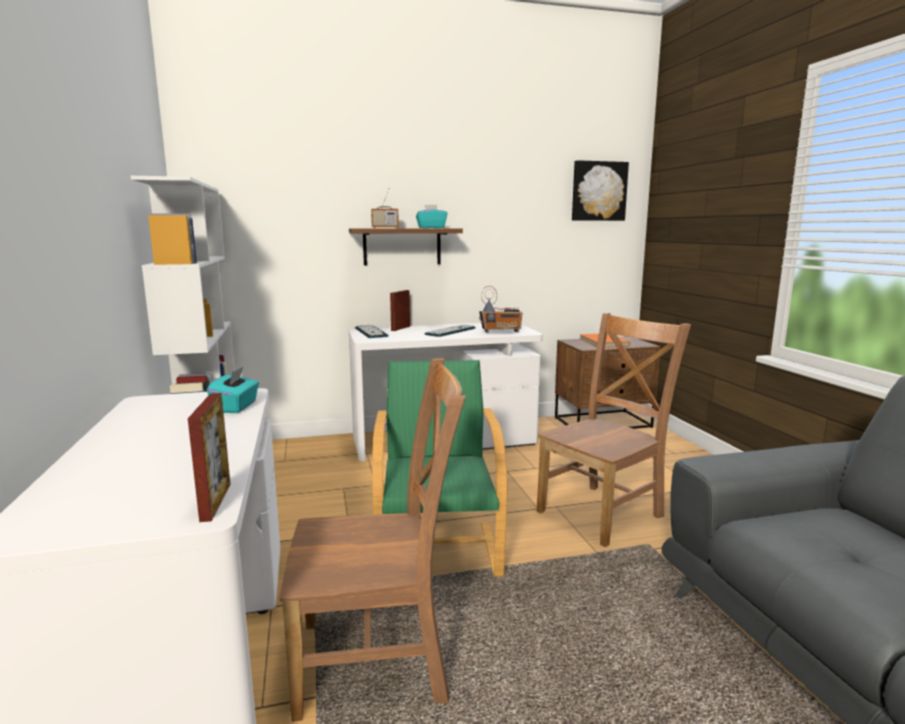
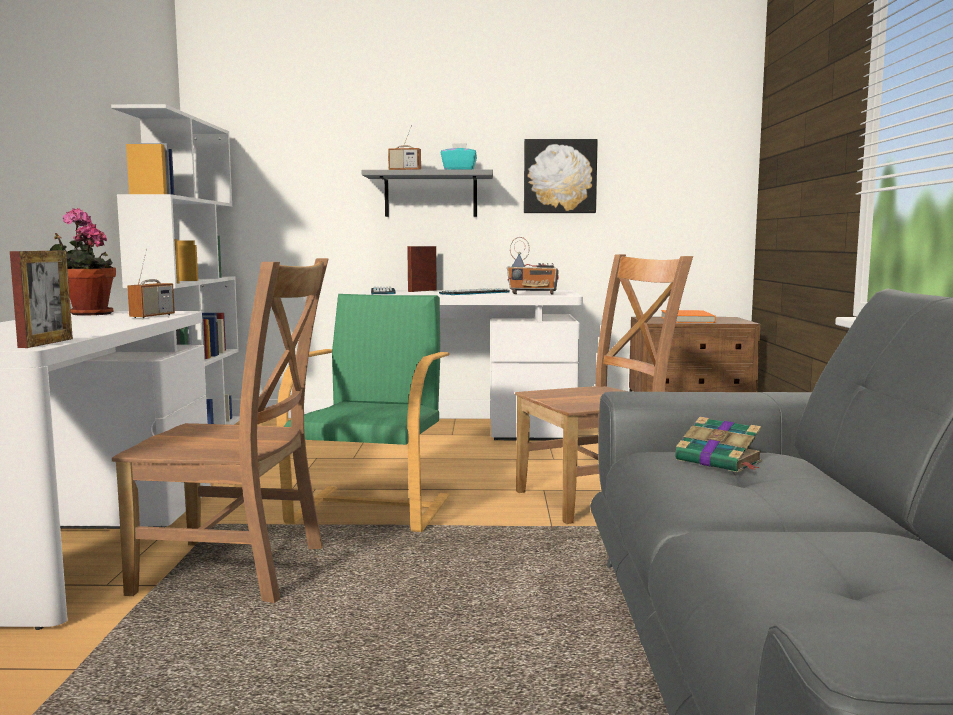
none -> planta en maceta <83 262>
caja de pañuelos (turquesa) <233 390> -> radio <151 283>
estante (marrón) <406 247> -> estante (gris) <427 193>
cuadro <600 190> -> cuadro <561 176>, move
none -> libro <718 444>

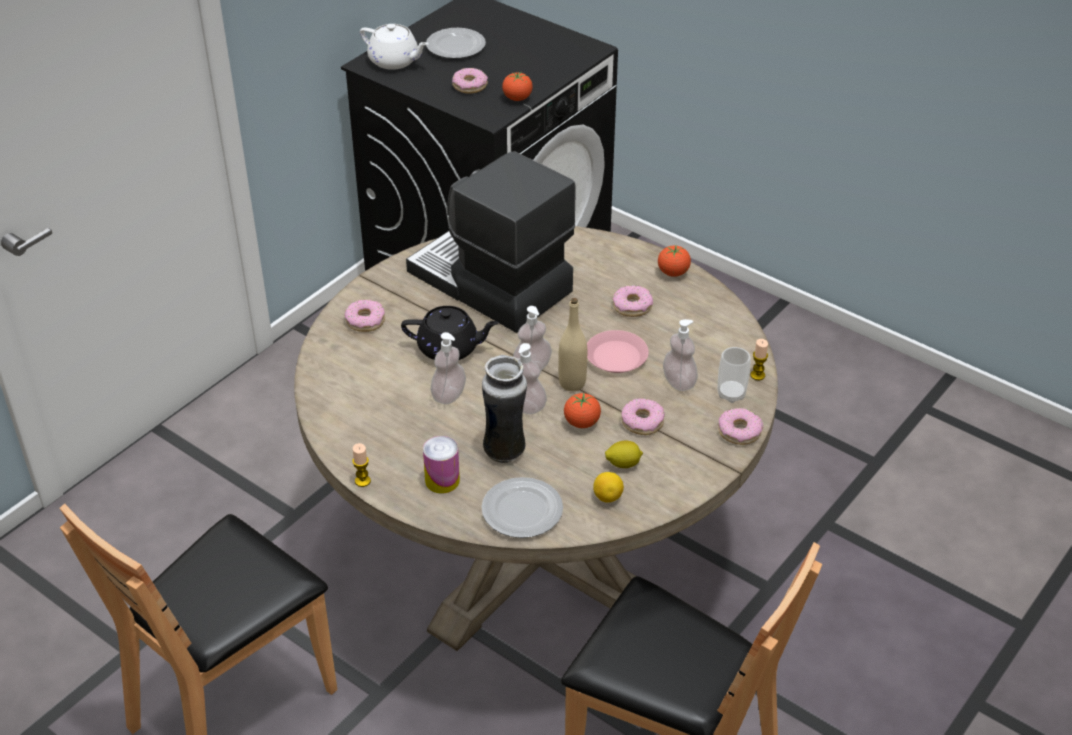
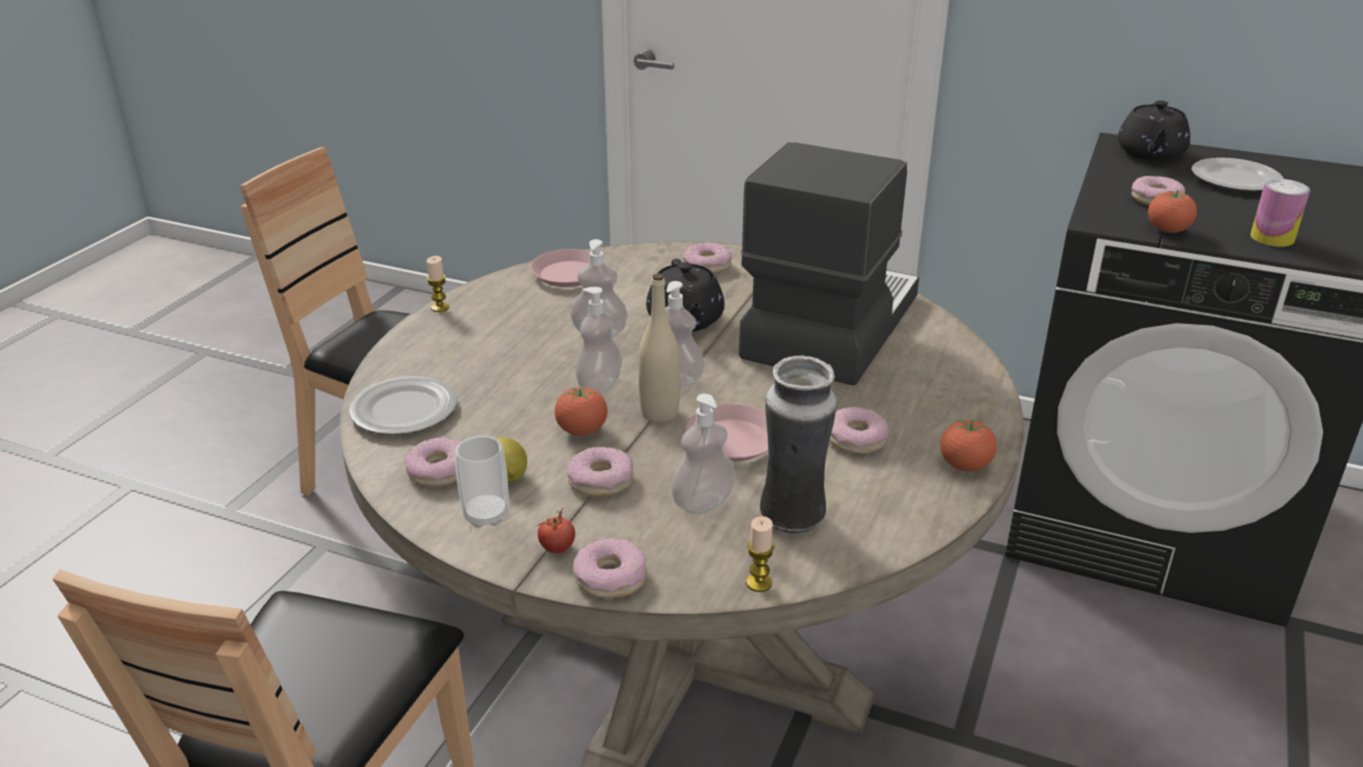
limón <608 487> -> rosquilla <432 462>
taza <734 375> -> taza <482 482>, move
none -> plato (rosa) <568 268>
none -> tomate <556 530>
florero <504 409> -> florero <798 445>, move
tetera (blanco) <394 47> -> tetera (negro) <1154 130>
lata <441 464> -> lata <1280 213>, move

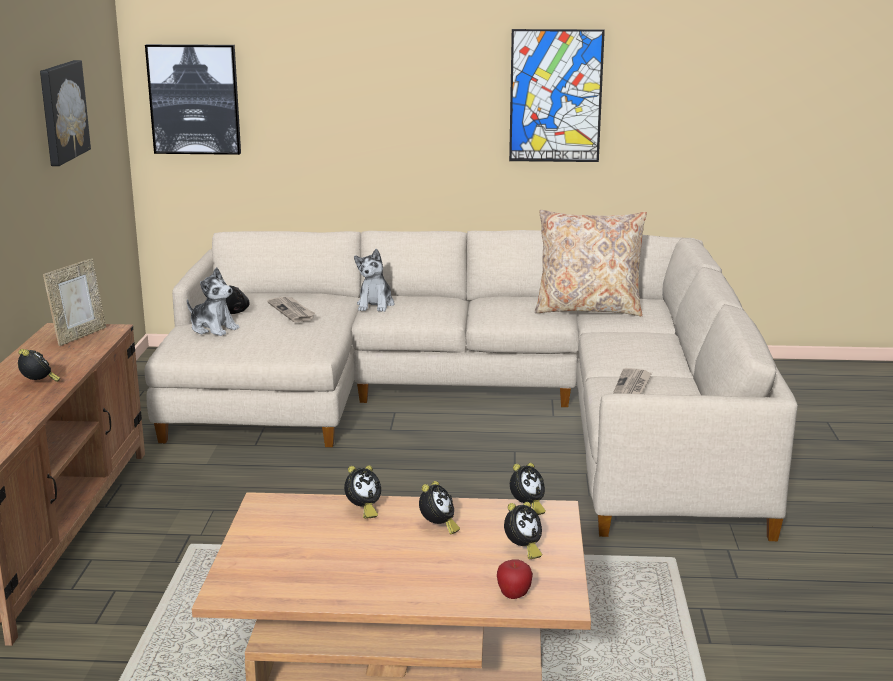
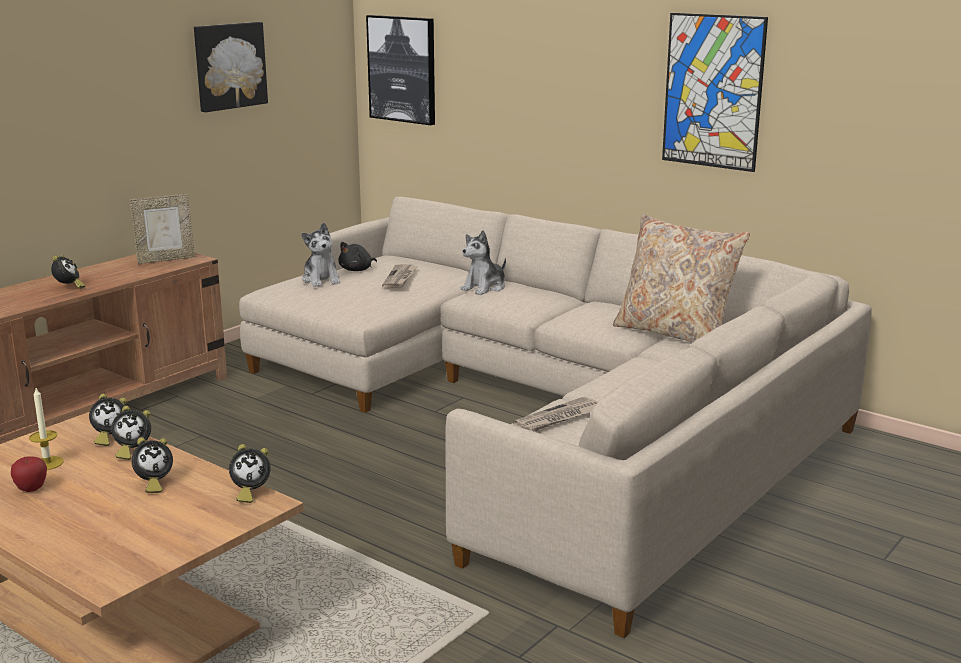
manzana <515 579> -> manzana <29 474>, move
none -> vela <46 429>
despertador <523 530> -> despertador <108 420>, move

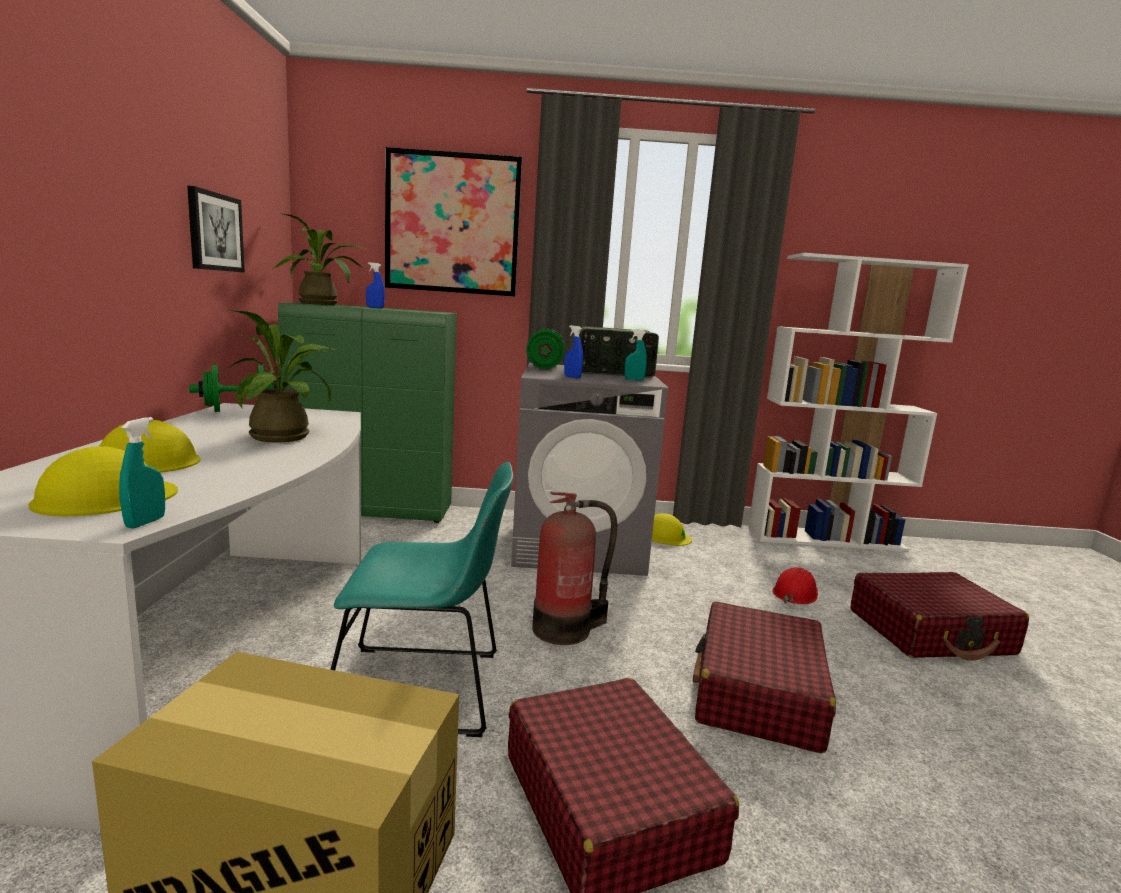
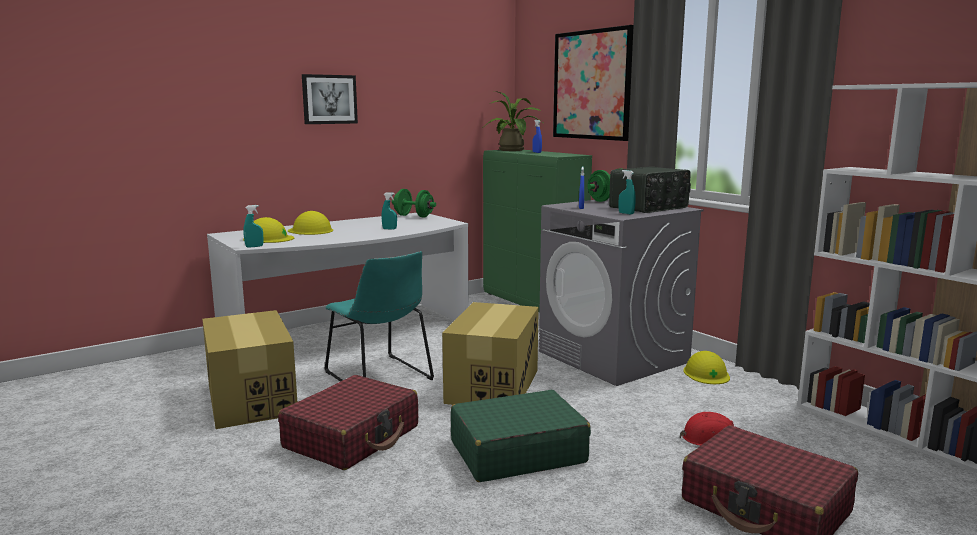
cuadro <216 229> -> cuadro <330 99>, move
planta en maceta <283 376> -> pulverizador (turquesa) <389 211>
extintor <575 568> -> caja de cartón <490 353>
maleta (rojo) <764 677> -> maleta (verde) <521 436>
radio <619 351> -> radio <650 190>, 90 degrees counterclockwise

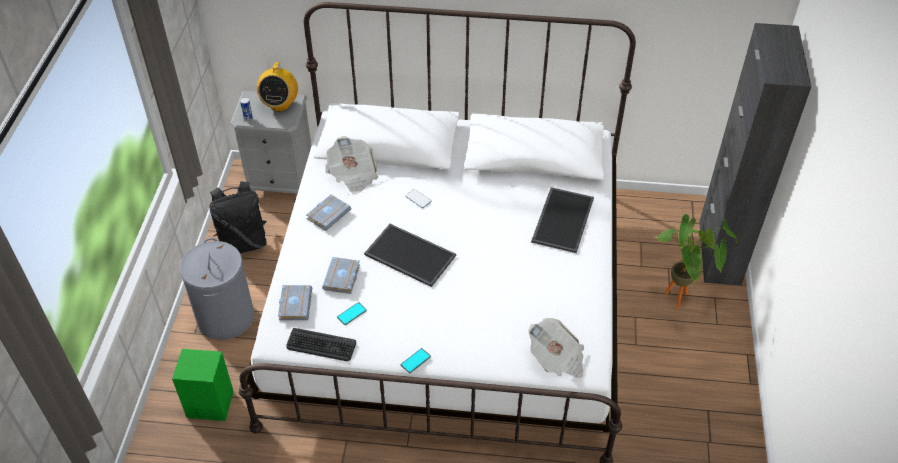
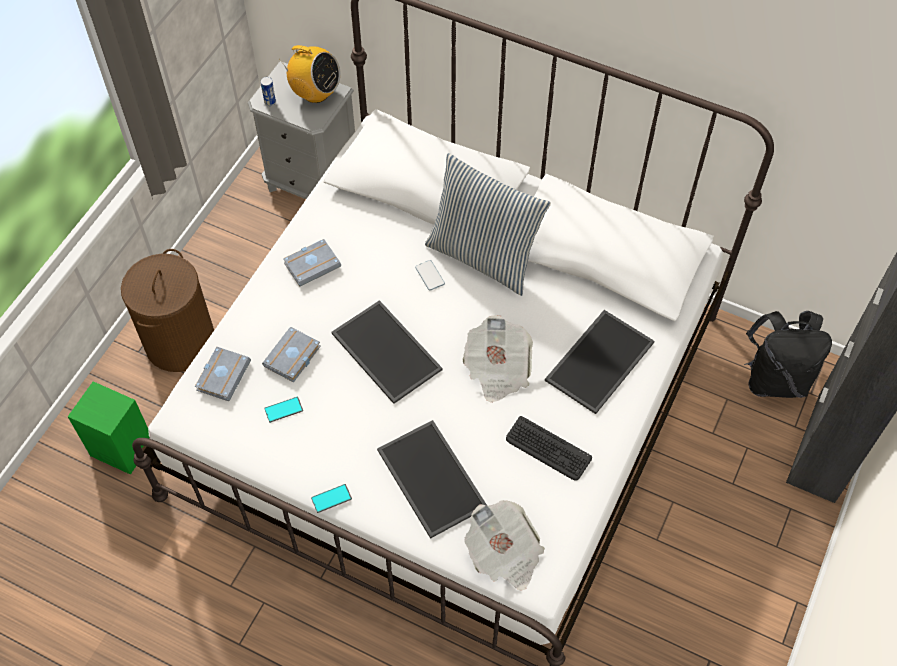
cesto de la ropa (gris) <217 289> -> cesto de la ropa (marrón) <167 310>
radio <277 87> -> radio <310 74>, 90 degrees counterclockwise
none -> bandeja <432 479>
none -> cojín <488 224>
periódico <352 165> -> periódico <497 359>, move
teclado <321 344> -> teclado <549 448>, move
mochila (negro) <237 217> -> mochila (negro) <788 354>, move
planta en maceta <696 261> -> none

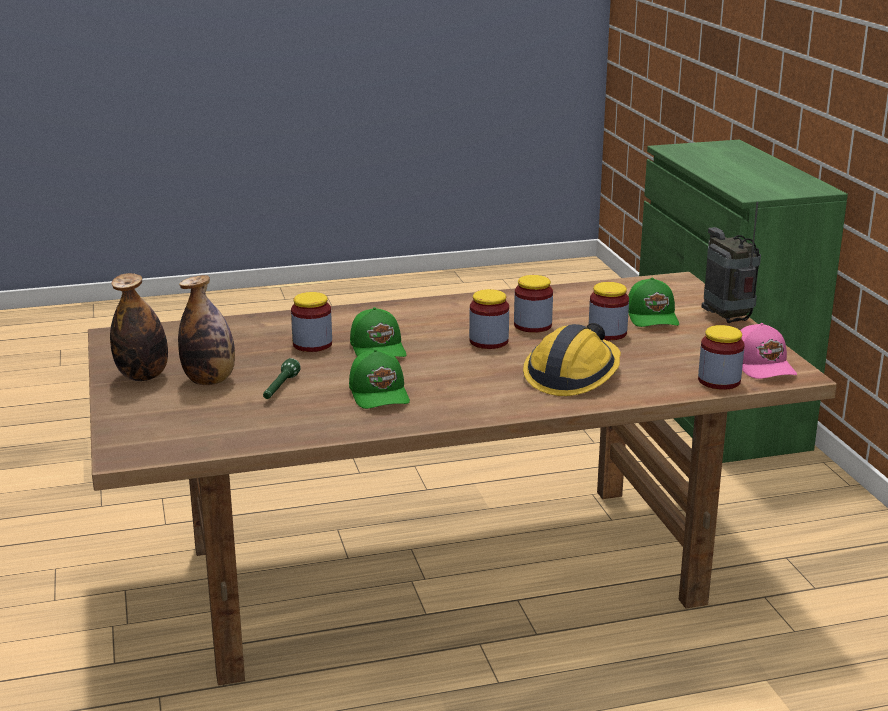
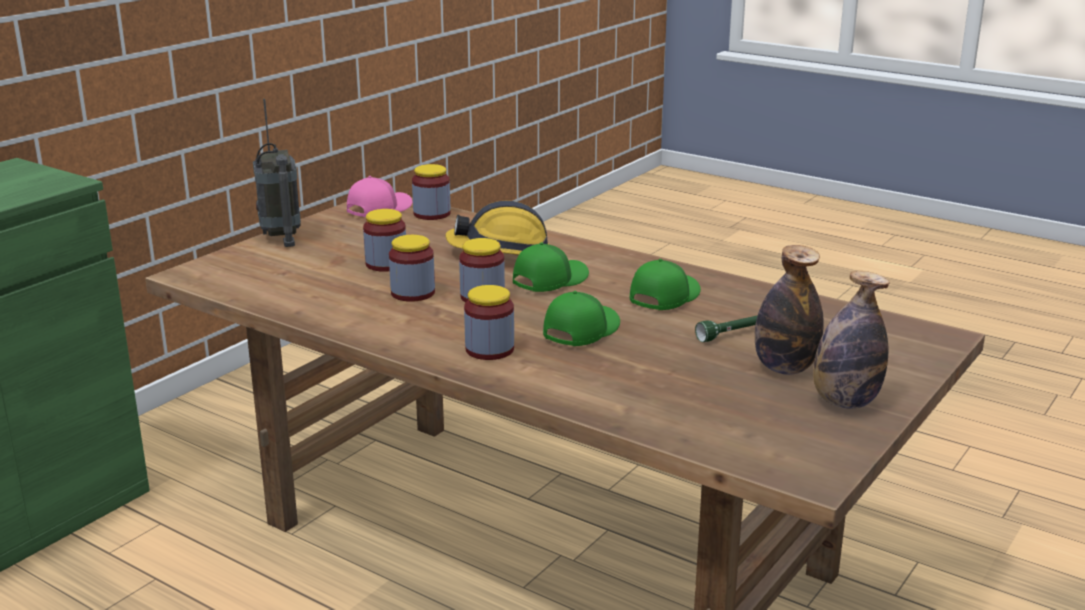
radio <731 262> -> radio <277 173>, 45 degrees counterclockwise
tarro <311 322> -> tarro <489 322>, move
gorra (verde) <653 302> -> gorra (verde) <551 267>, move

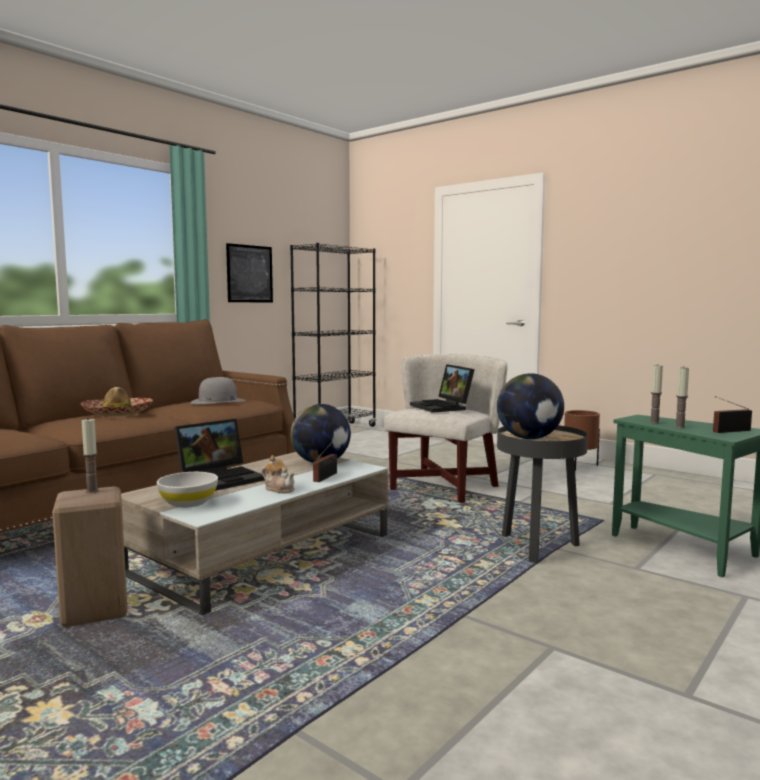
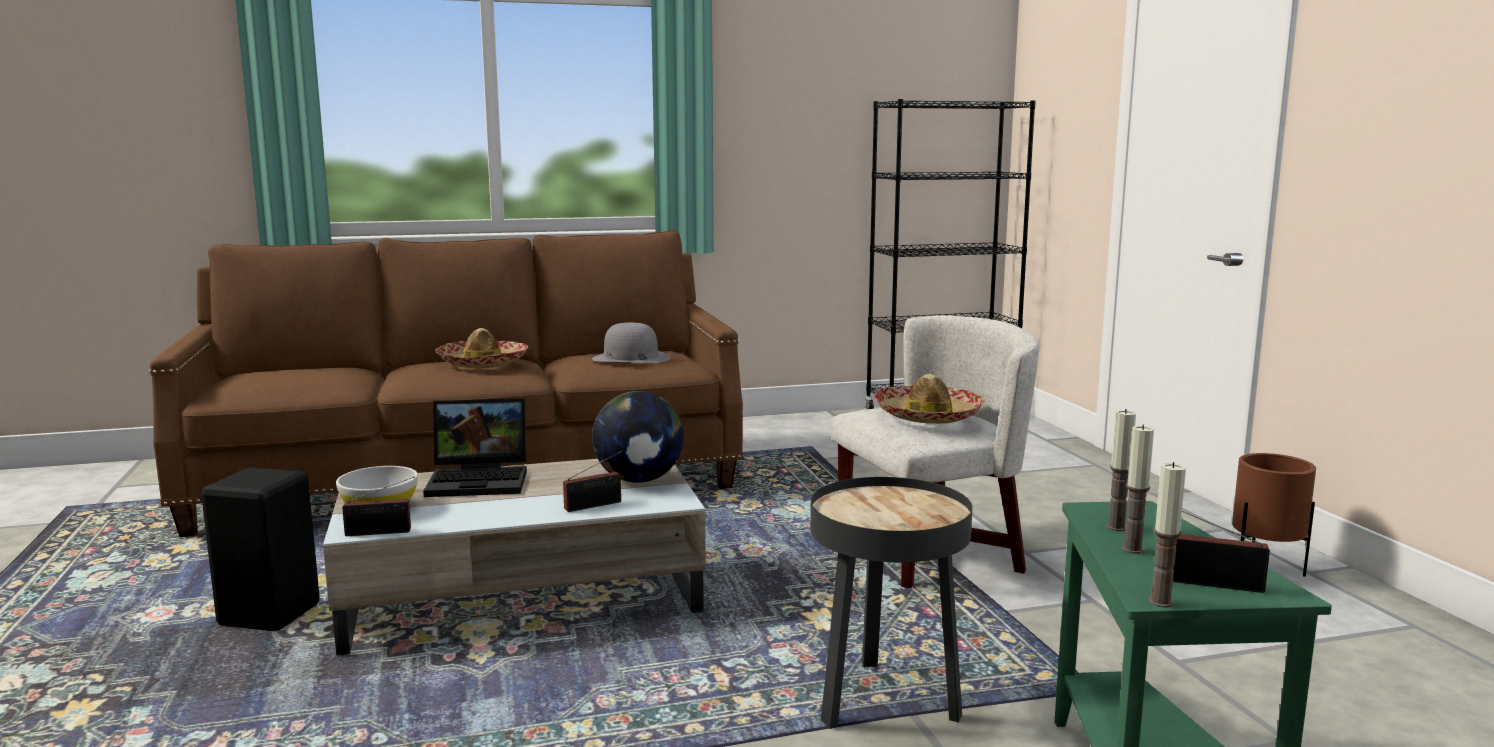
taburete (beis) <90 556> -> taburete (negro) <260 549>
none -> radio <378 506>
portátil <442 388> -> sombrero <929 399>
vela <90 456> -> vela <1167 534>, move
cuadro <249 272> -> none
tetera <278 474> -> none
globo terráqueo <530 406> -> none

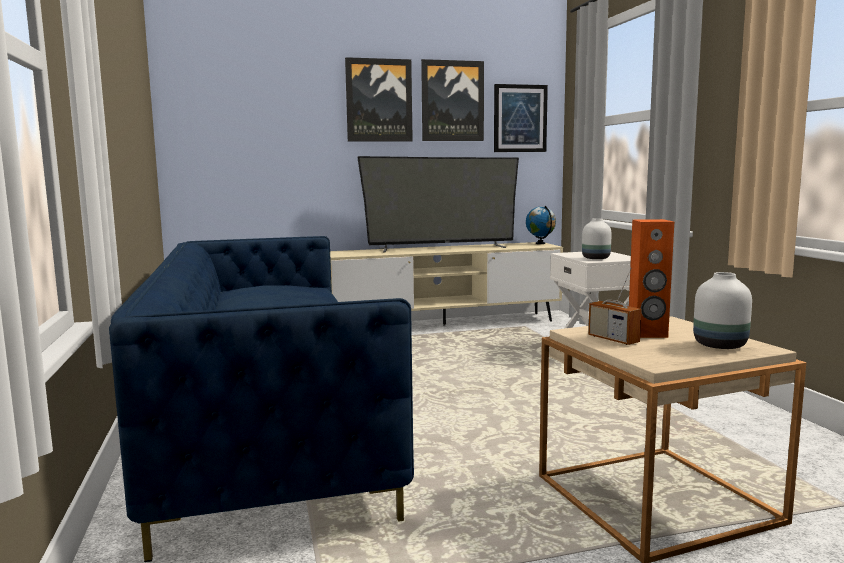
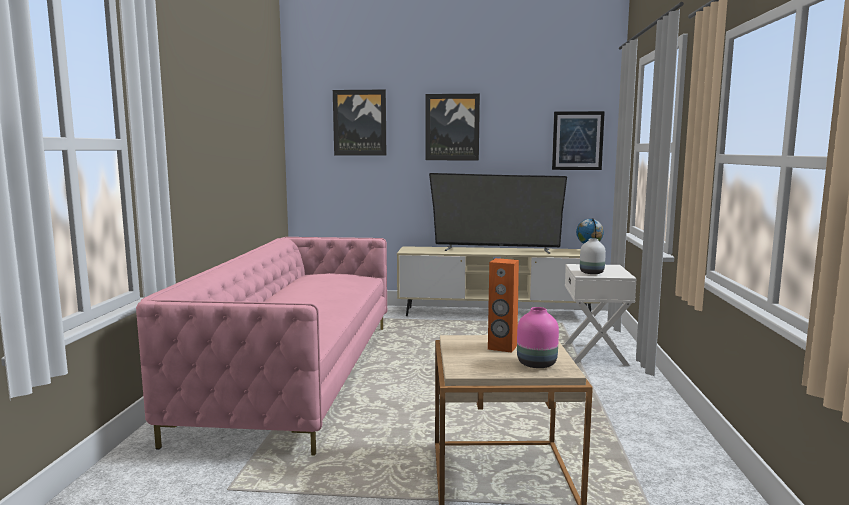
sofá (azul) <261 399> -> sofá (rosa) <261 346>
cuadro <452 100> -> cuadro <359 123>, move
florero (blanco) <722 310> -> florero (rosa) <538 337>
radio <614 306> -> none

